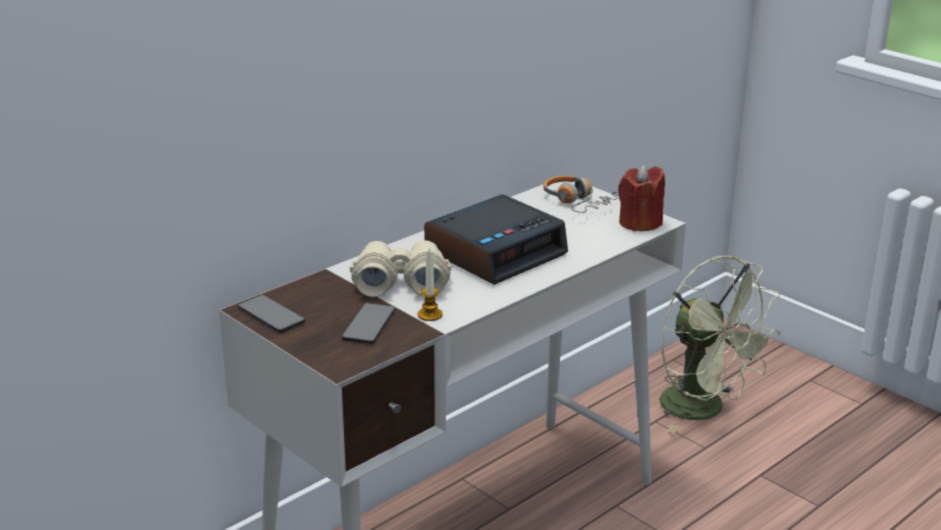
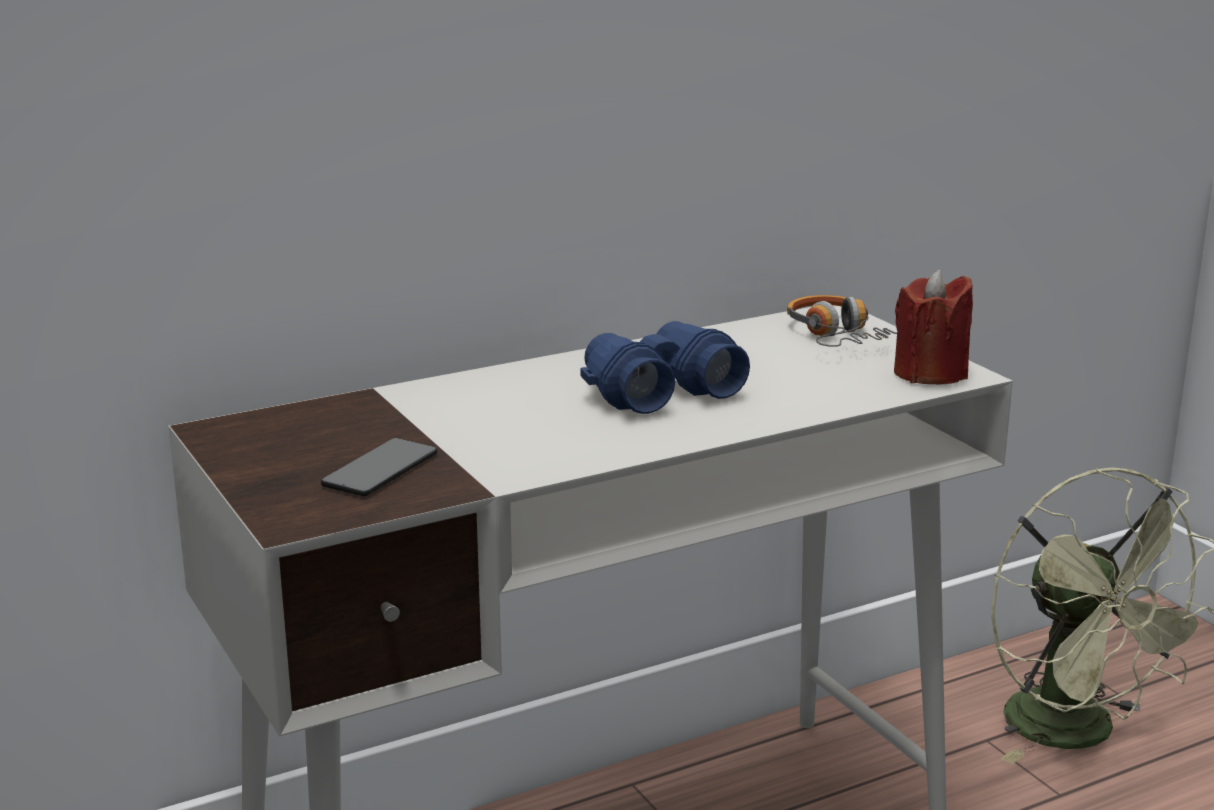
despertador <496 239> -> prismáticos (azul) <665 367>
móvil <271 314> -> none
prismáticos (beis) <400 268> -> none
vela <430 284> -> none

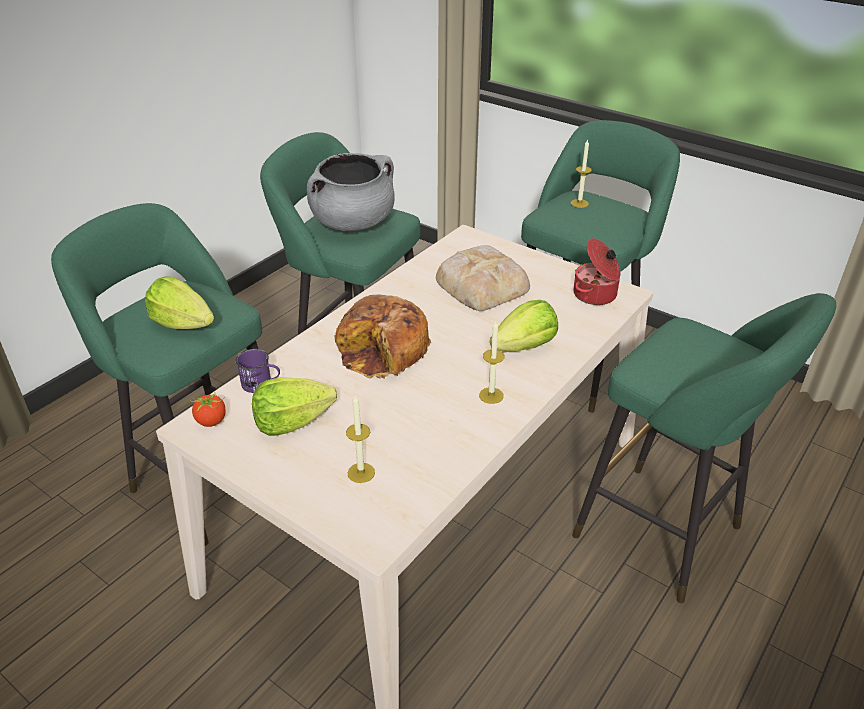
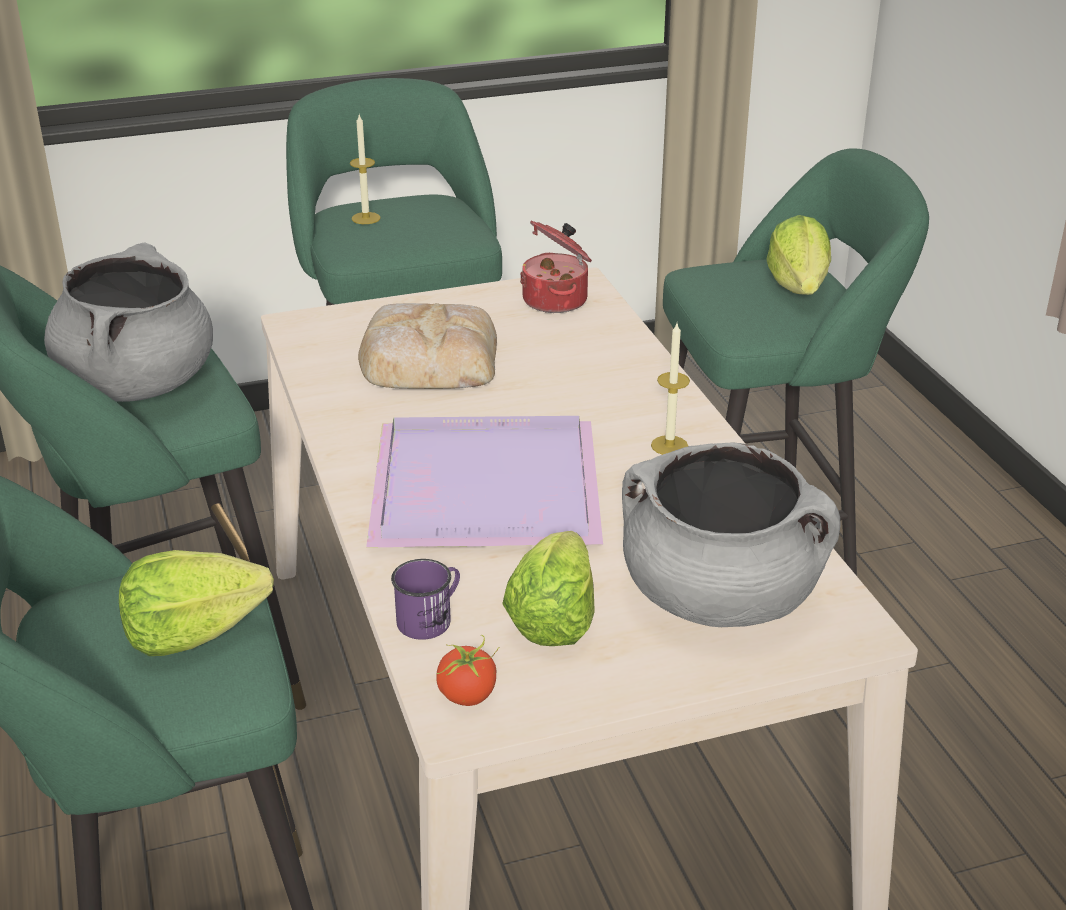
pan <383 337> -> bandeja (morado) <484 481>
vela <360 438> -> olla (gris) <731 535>
lechuga <524 326> -> lechuga <798 255>, move

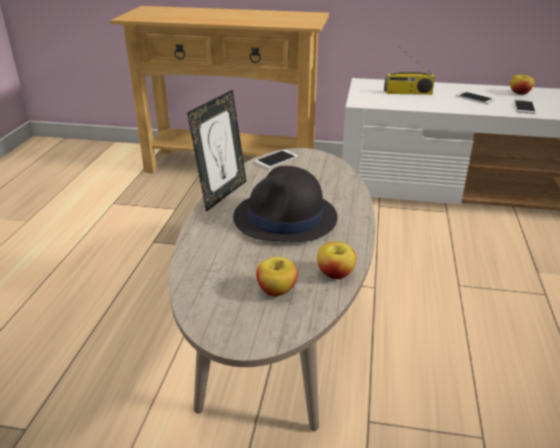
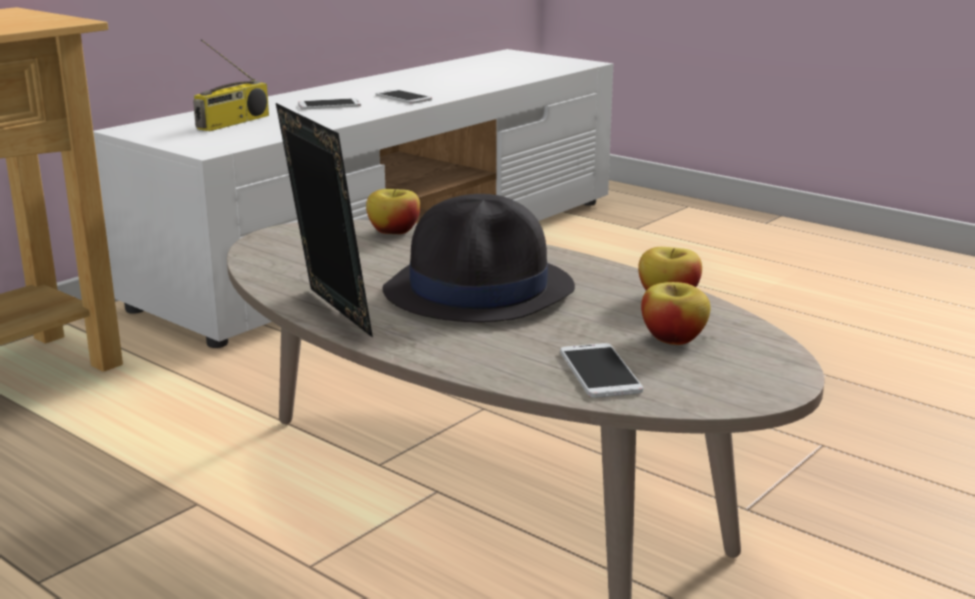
manzana <522 85> -> manzana <393 211>, move
móvil <276 159> -> móvil <601 370>, move

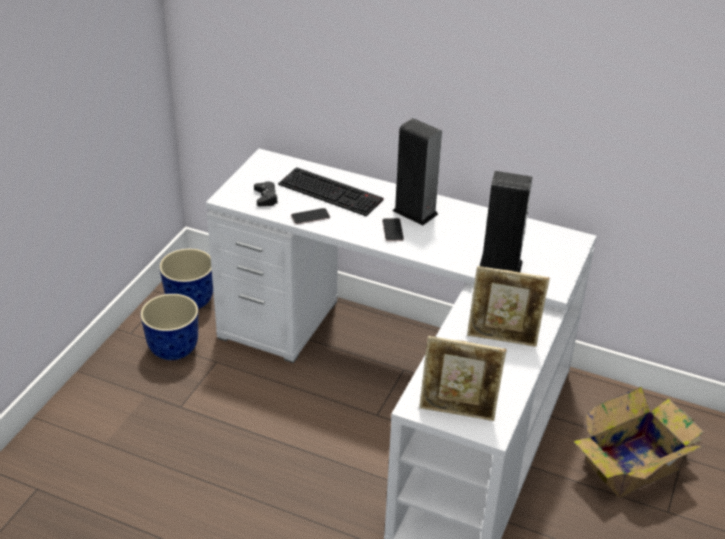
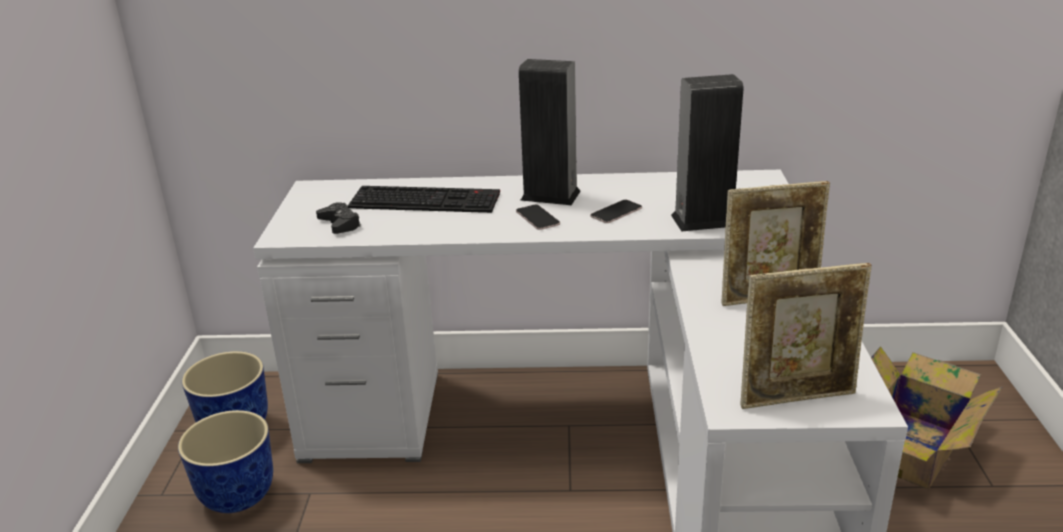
móvil <310 216> -> móvil <616 211>, move

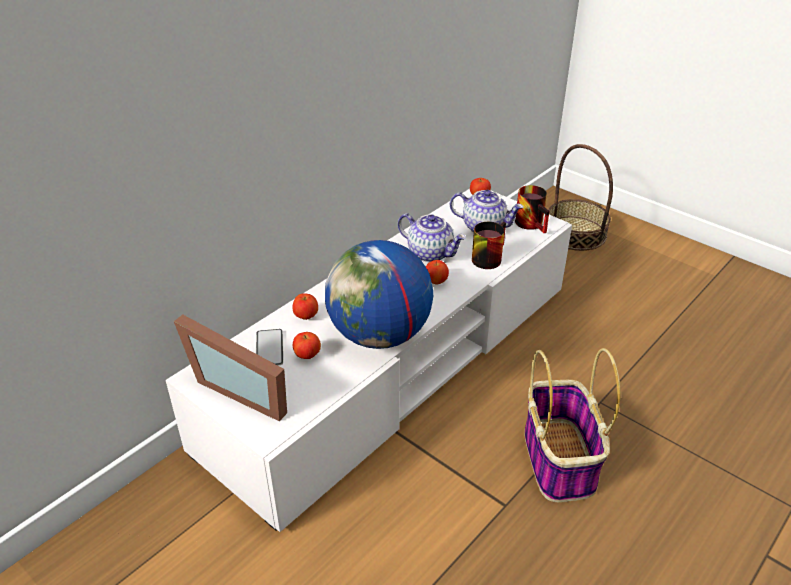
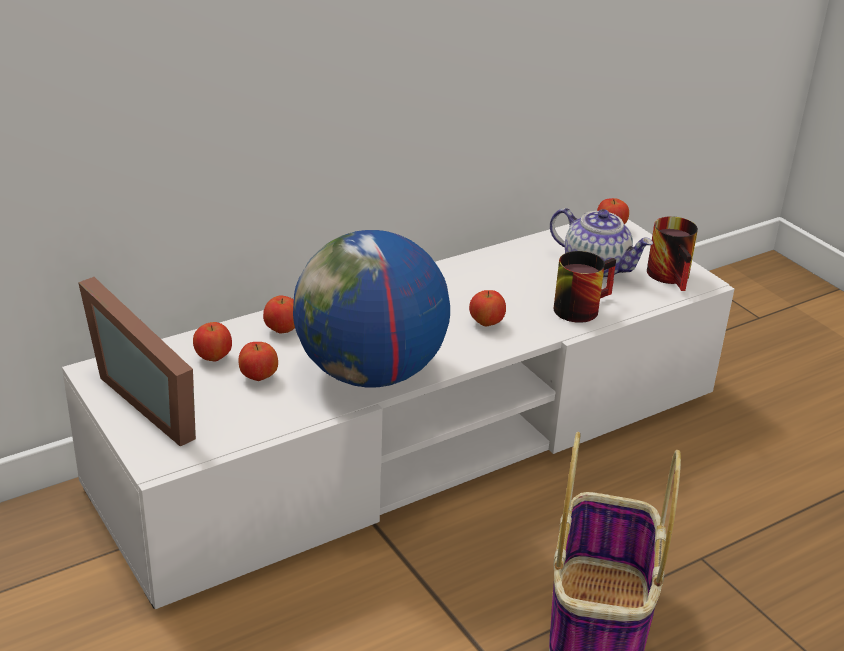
móvil <269 347> -> manzana <212 342>
tetera <432 237> -> none
cesta <580 197> -> none

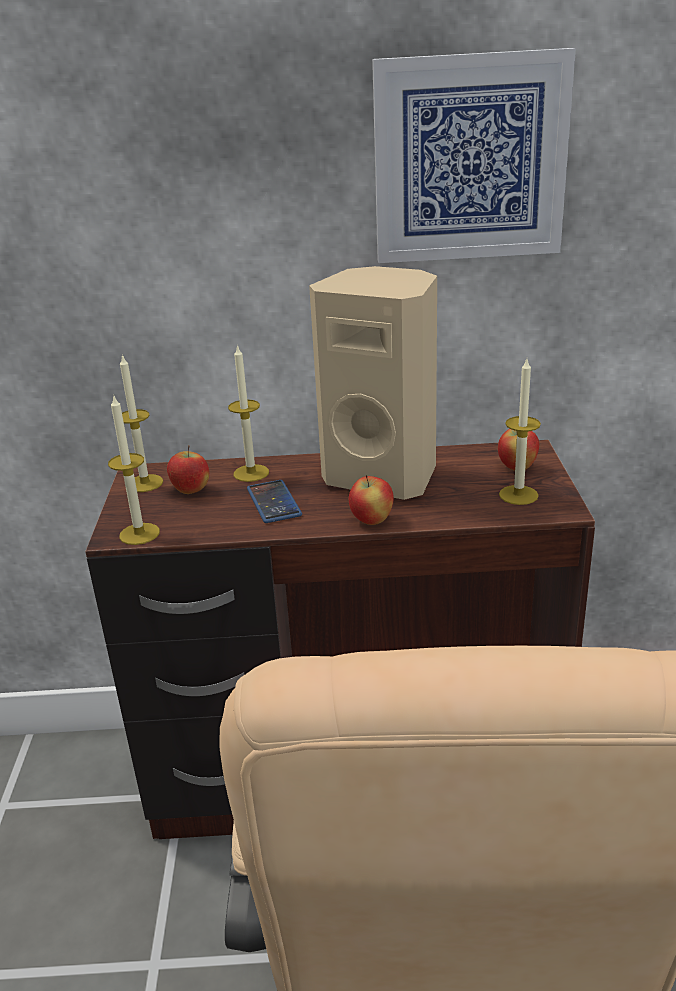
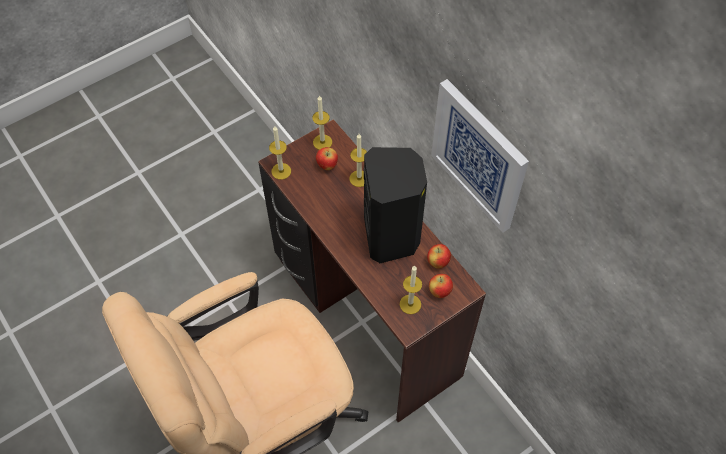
altavoz (beis) <373 383> -> altavoz (negro) <395 205>
manzana <371 500> -> manzana <439 256>, move
móvil <274 501> -> none

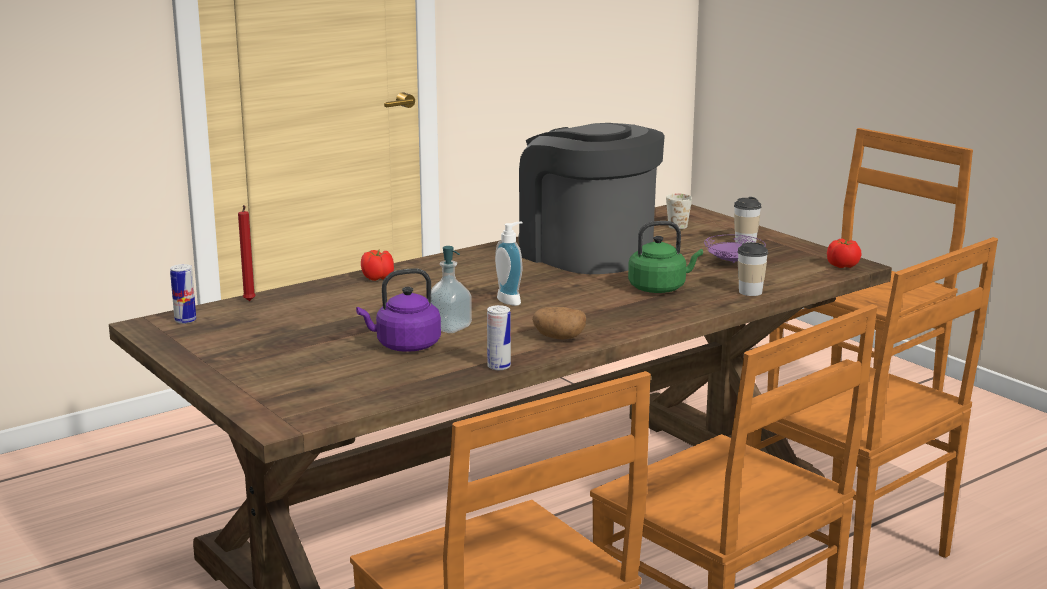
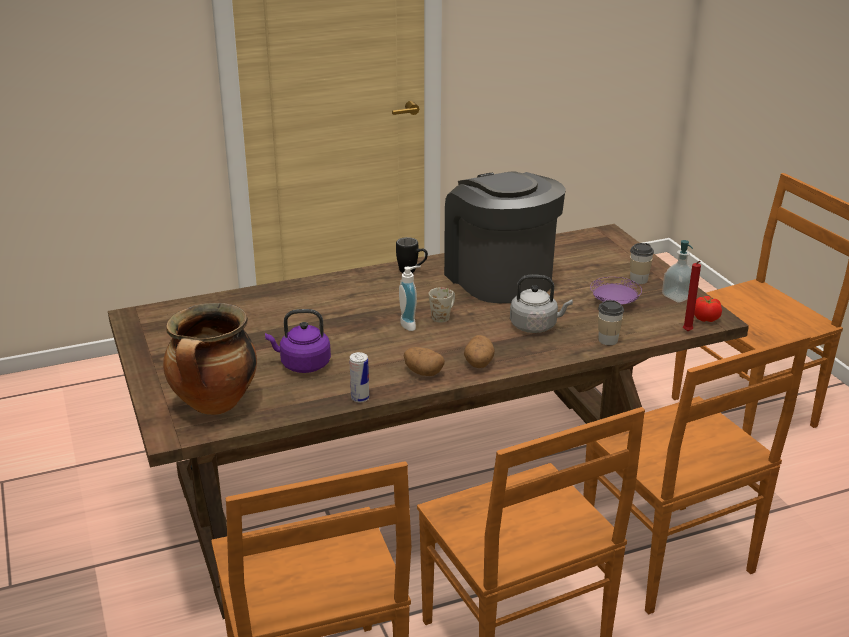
none -> olla <210 359>
none -> taza grande (negro) <412 255>
taza grande (blanco) <679 211> -> taza grande (blanco) <442 305>, move
none -> patata <479 351>
hervidor (verde) <665 257> -> hervidor (gris) <541 304>
dispensador de jabón <451 289> -> dispensador de jabón <677 271>, move
vela (rojo) <247 253> -> vela (rojo) <692 296>, move
lata <183 294> -> none
tomate <377 265> -> none

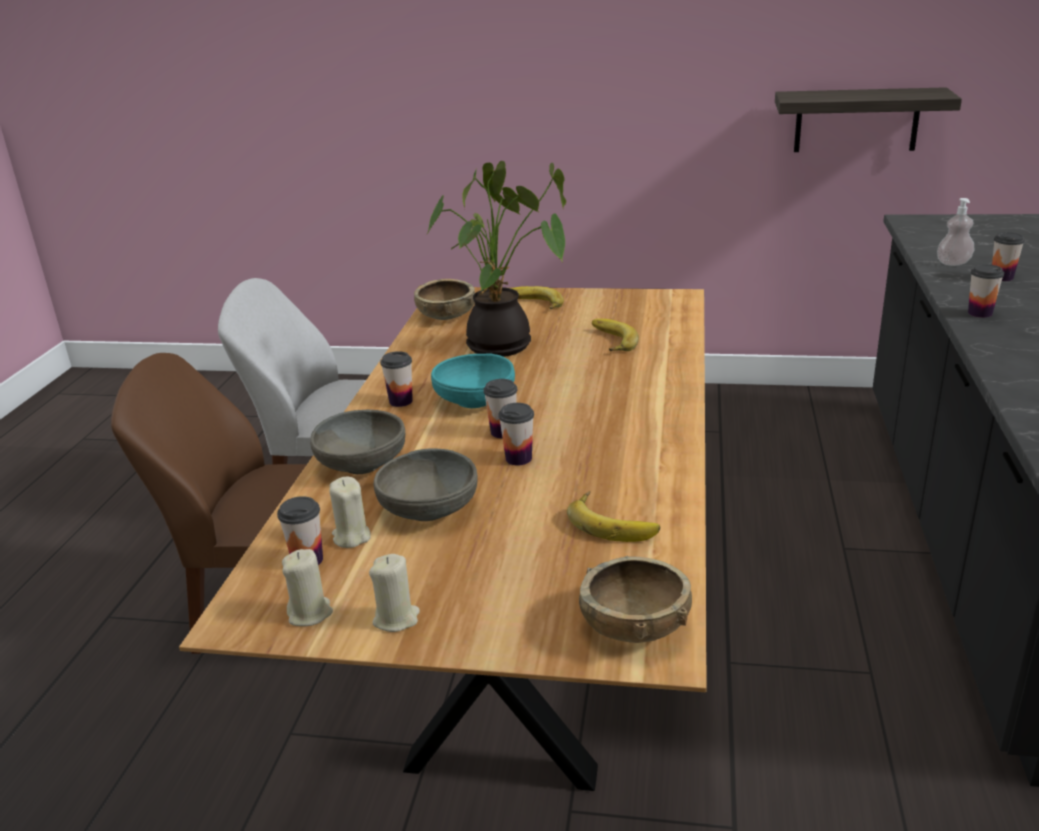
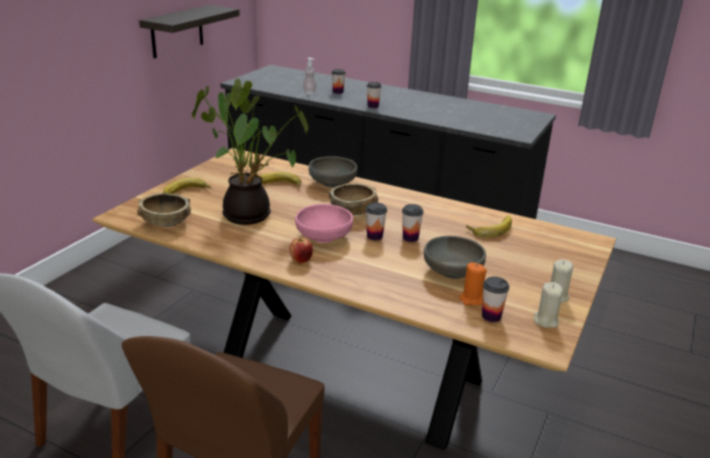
taza <396 379> -> manzana <301 250>
cuenco (turquesa) <473 380> -> cuenco (rosa) <324 223>
cuenco (gris) <357 441> -> cuenco (gris) <333 172>, move
cuenco (marrón) <635 599> -> cuenco (marrón) <353 199>, move
vela (beis) <350 512> -> vela (naranja) <473 284>

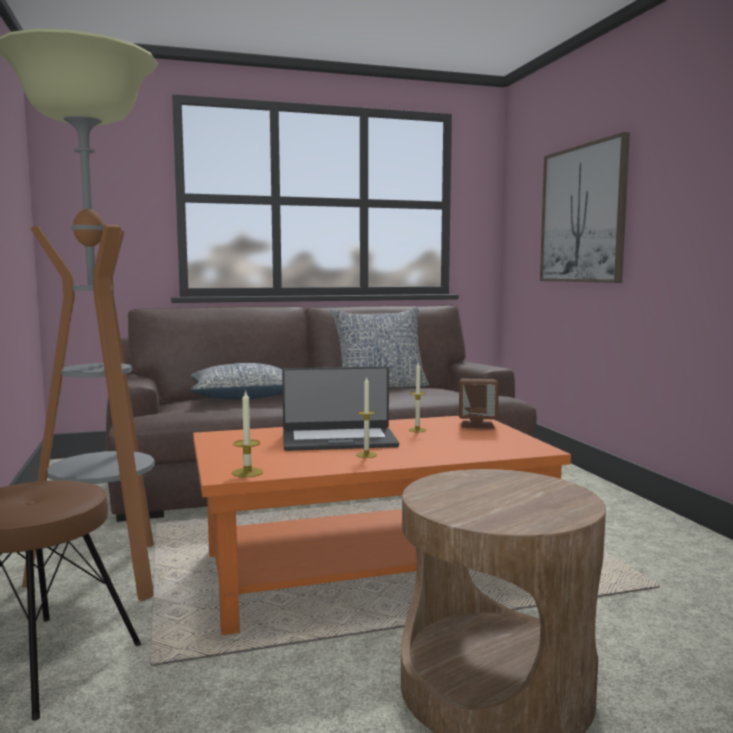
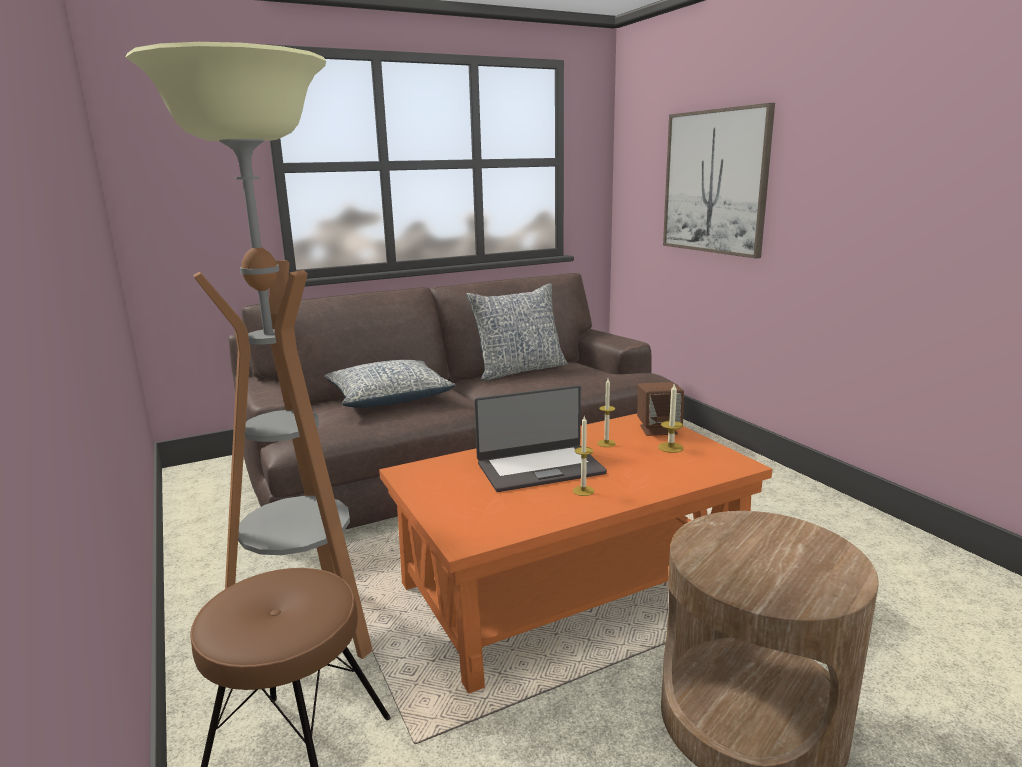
vela <247 433> -> vela <671 418>, move

